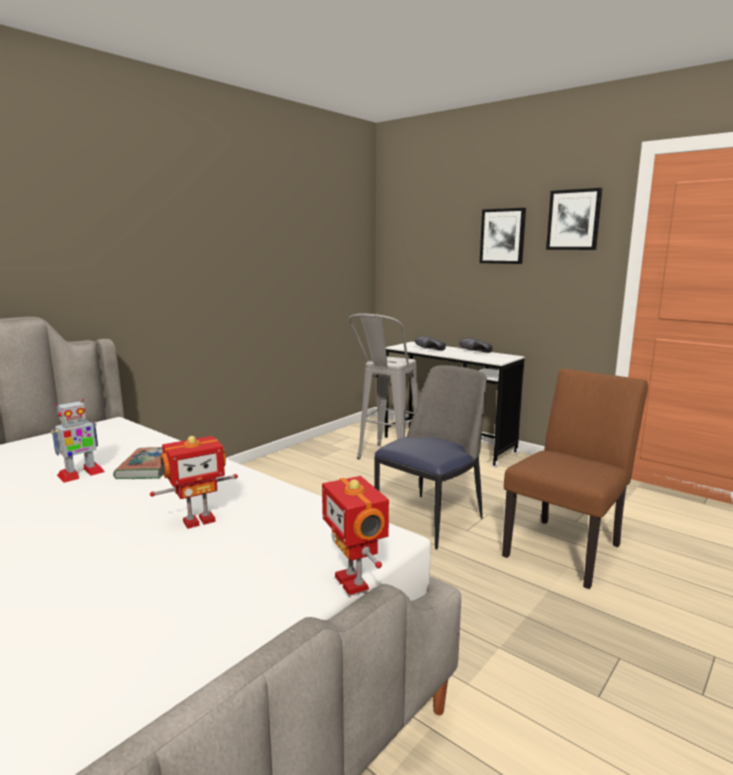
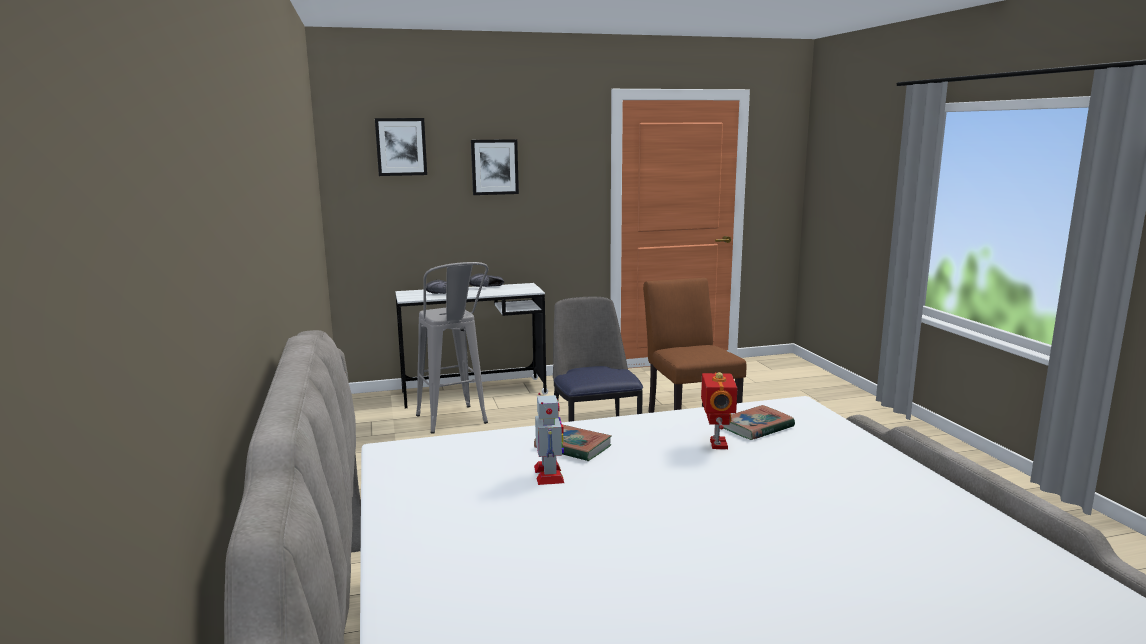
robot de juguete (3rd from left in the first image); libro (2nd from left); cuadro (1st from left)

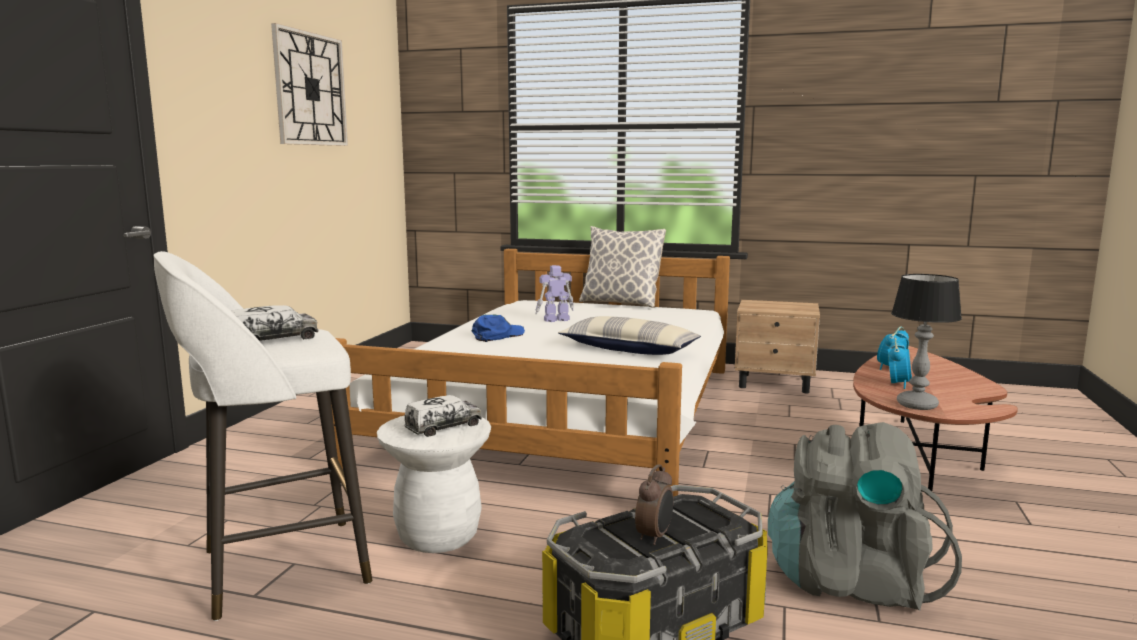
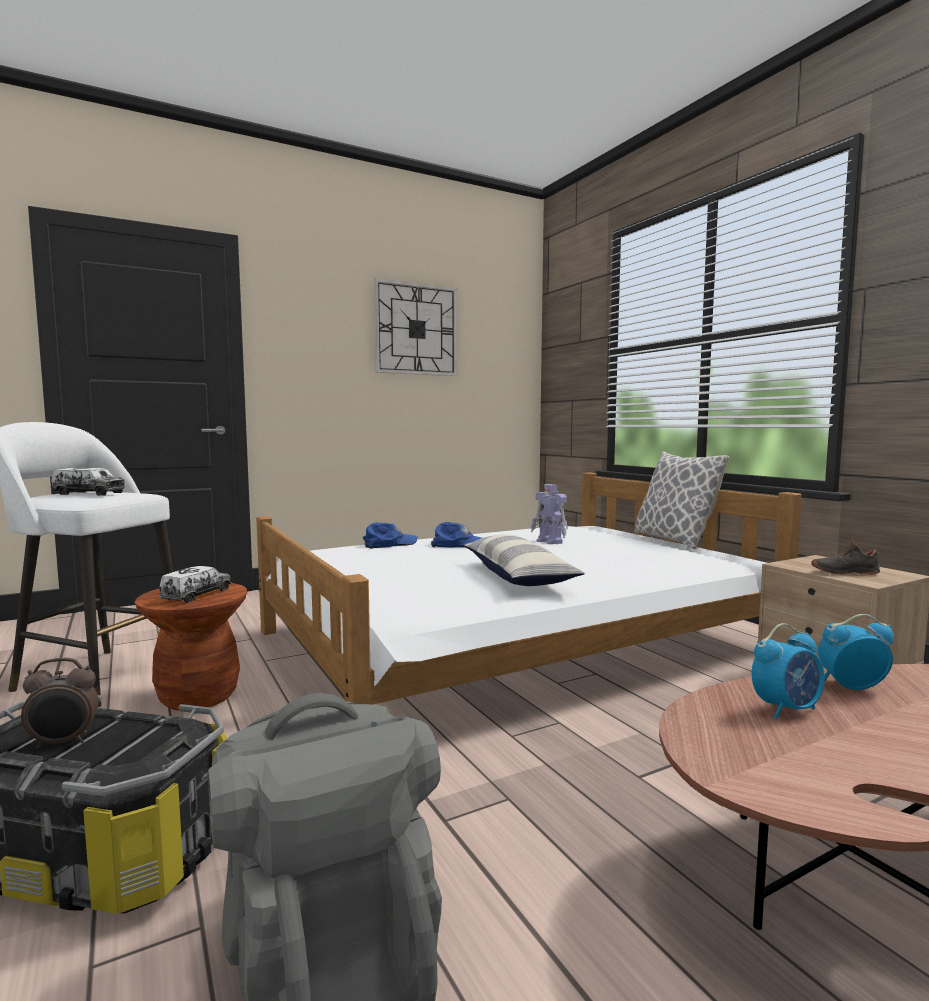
lámpara de mesa; gorra/azul (1st from left); zapato/negro; taburete/marrón; camión de juguete (2nd from left); robot de juguete

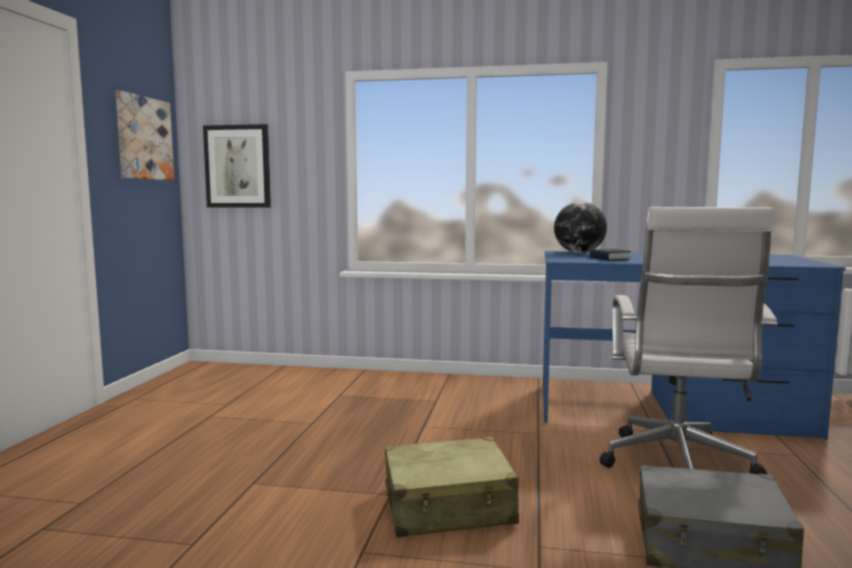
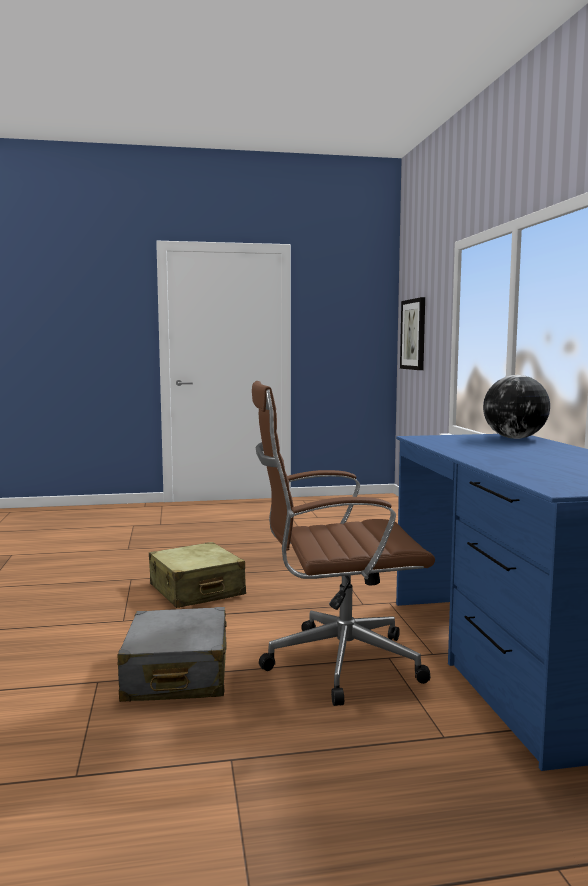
cuadro (1st from left in the first image); libro; silla de oficina/marrón

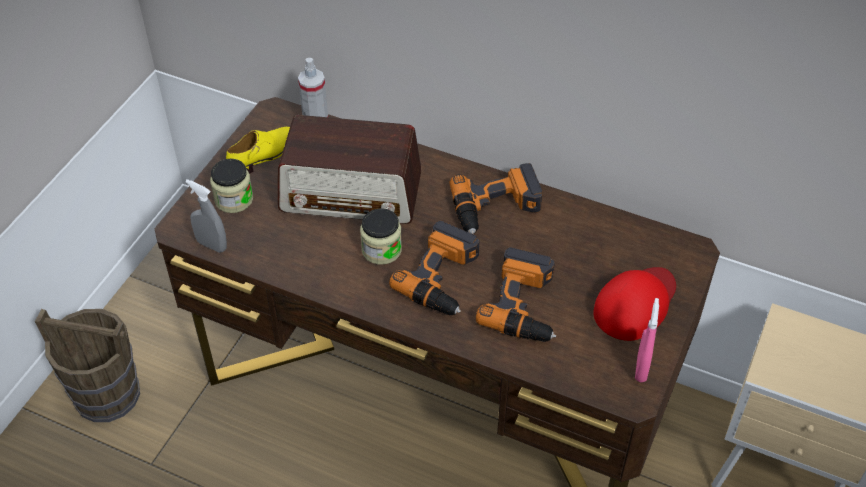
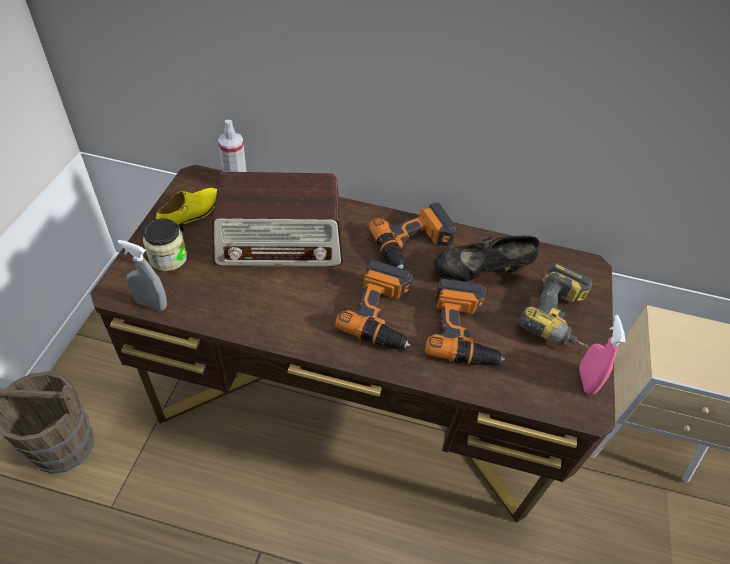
tarro (2nd from left in the first image); zapato/negro; taladro (4th from left)

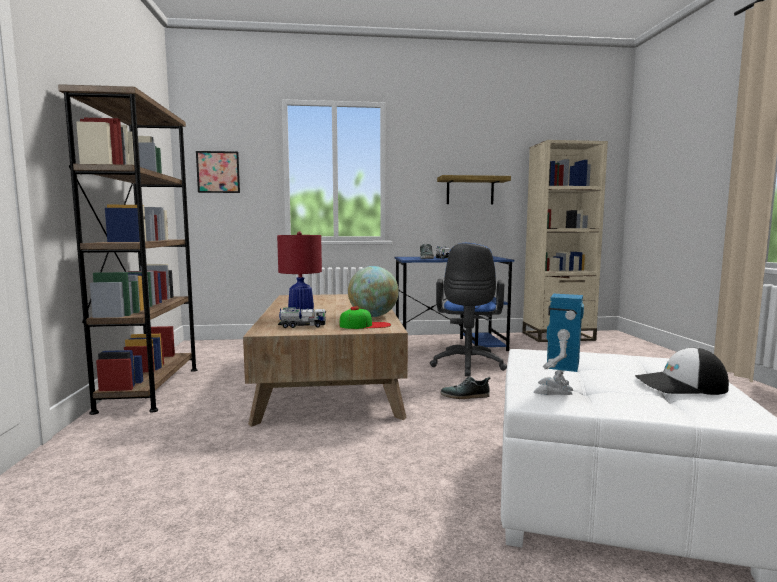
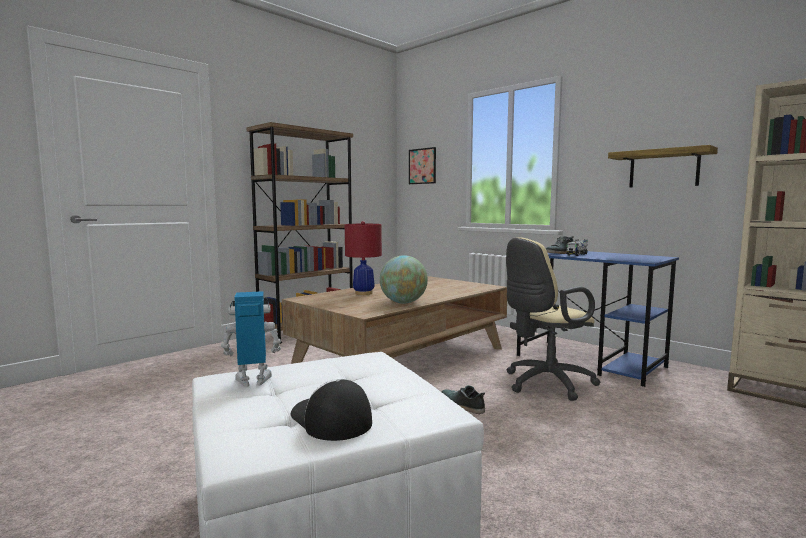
camión de juguete (1st from left in the first image); gorra (1st from left in the first image); silla de oficina/beis

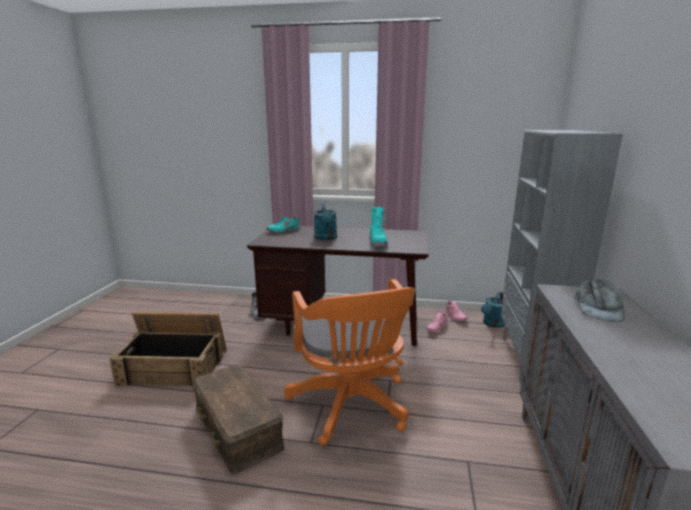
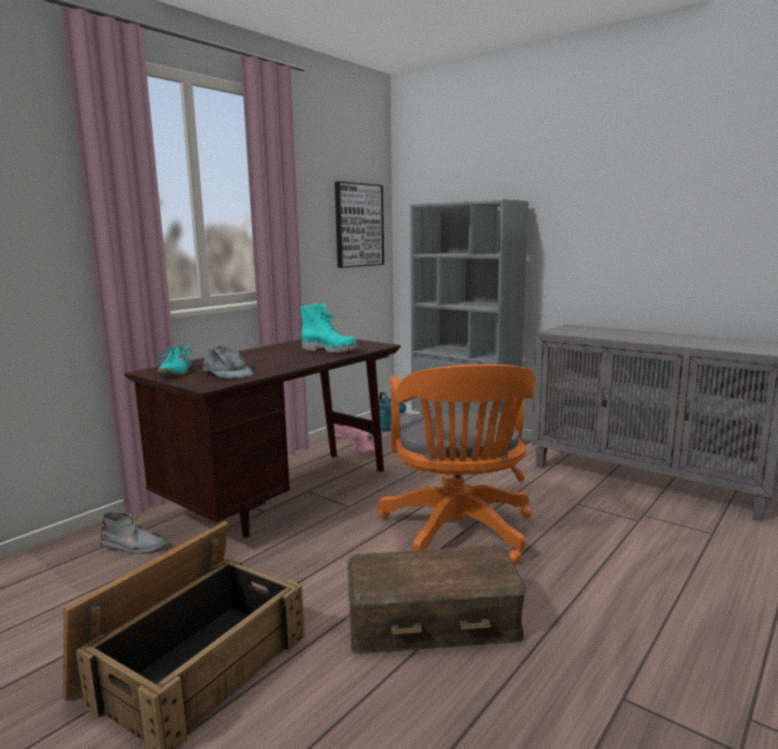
regadera/turquesa (1st from left in the first image); cuadro; gorra/gris; silla de oficina/naranja

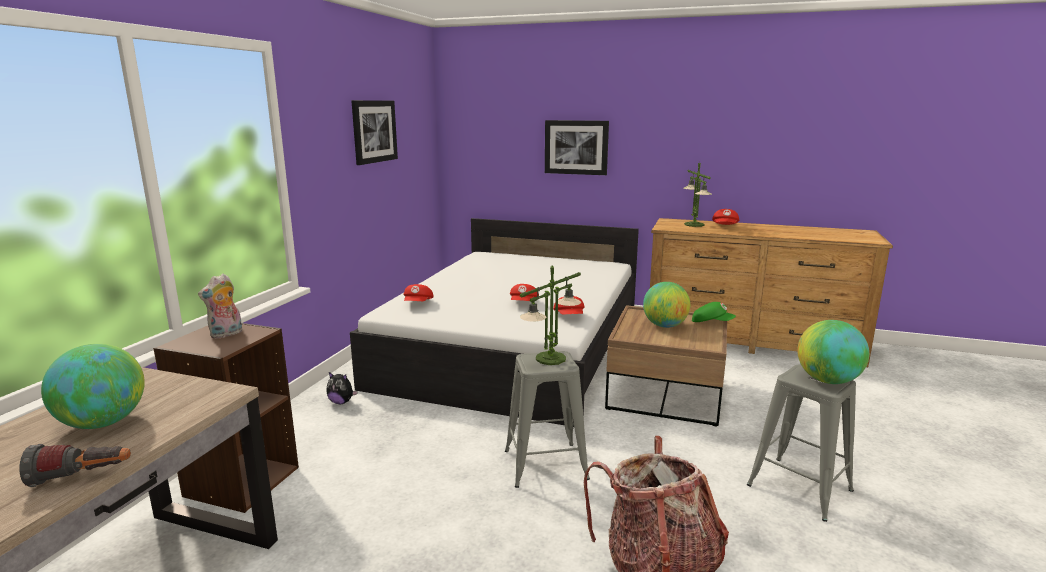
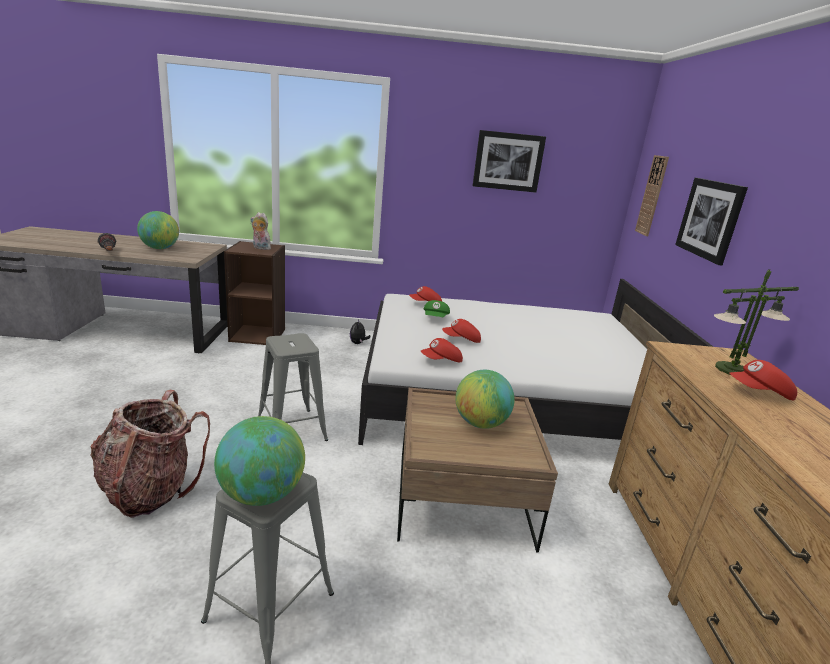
lámpara de mesa (1st from left in the first image); reloj de pared; gorra/verde

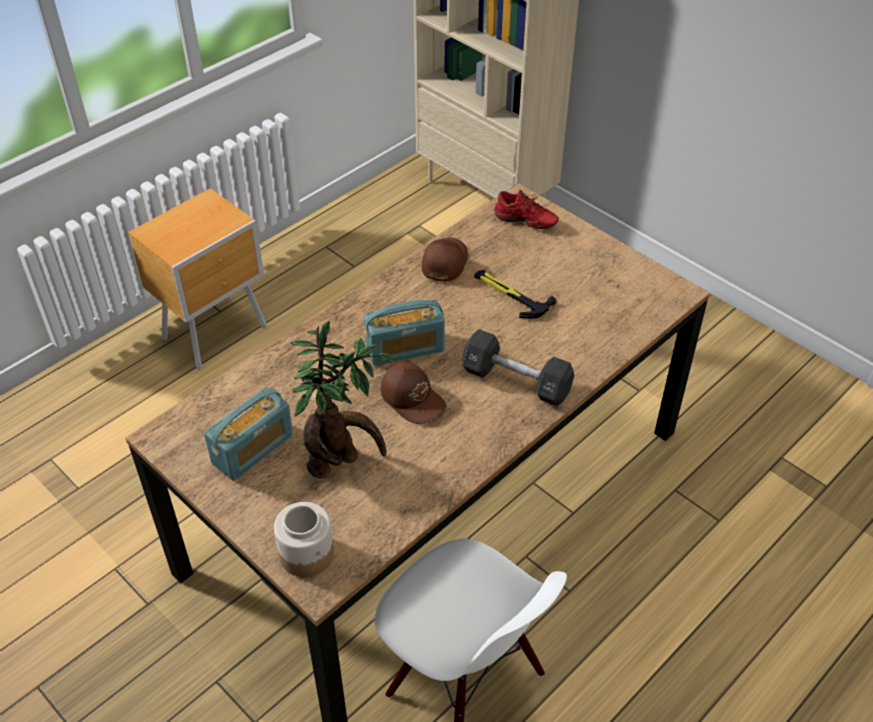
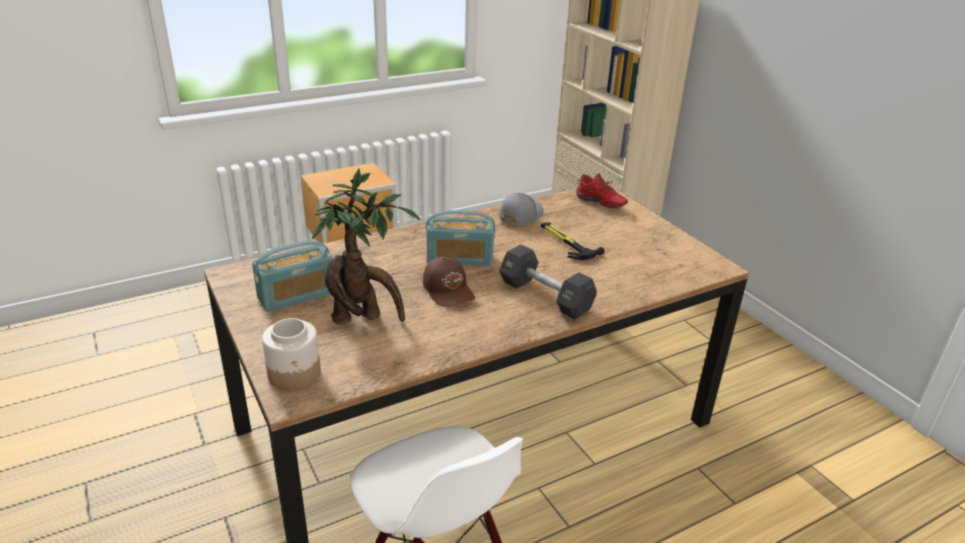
gorra/gris

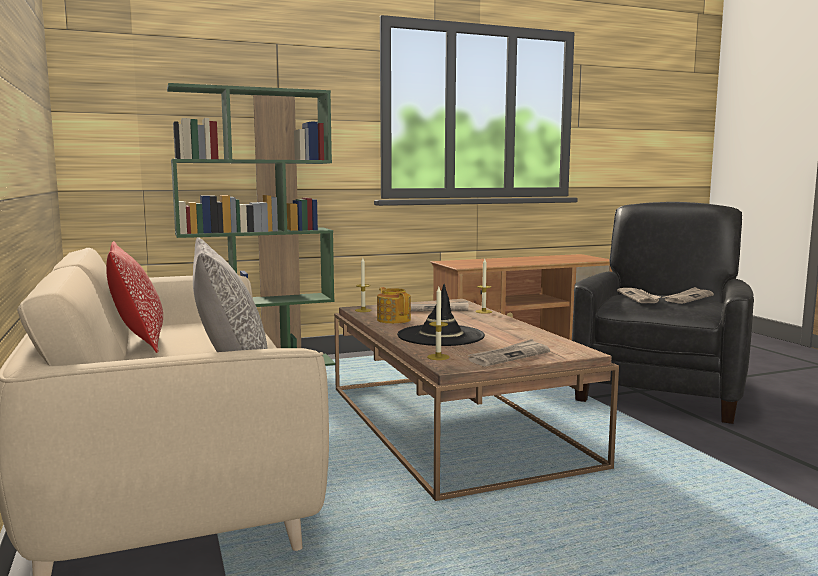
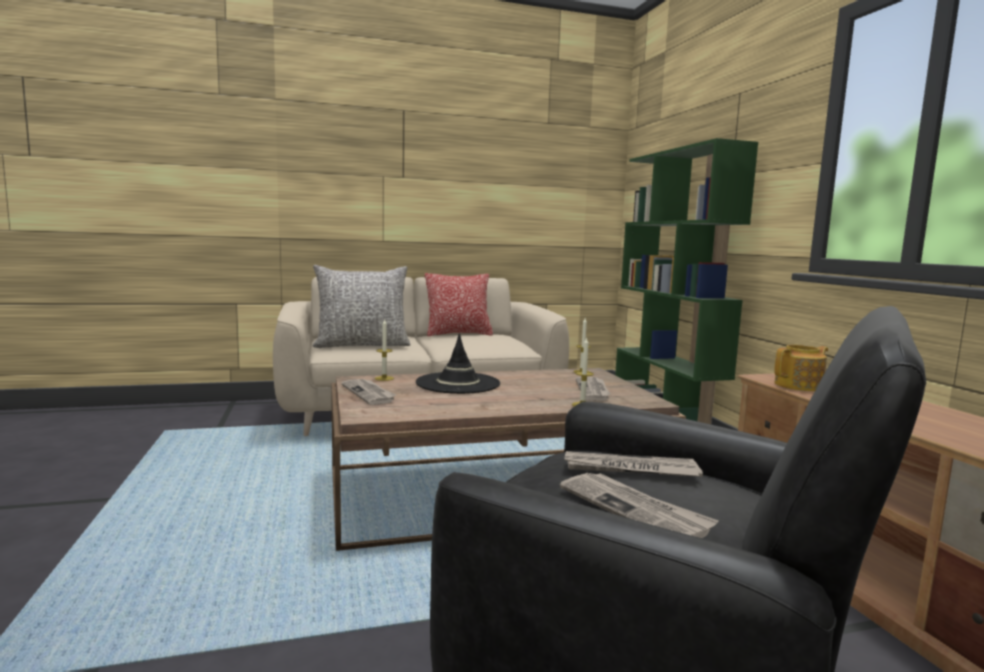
tetera

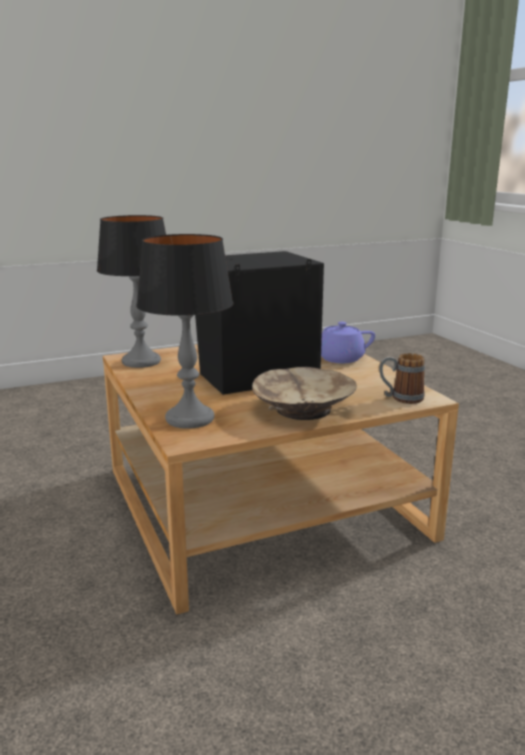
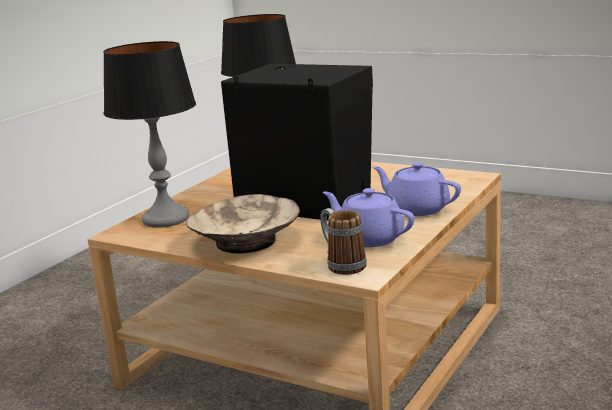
tetera/morado (1st from left)

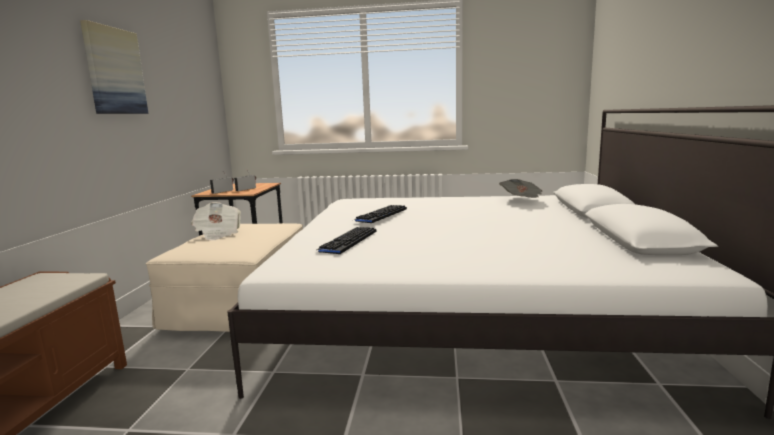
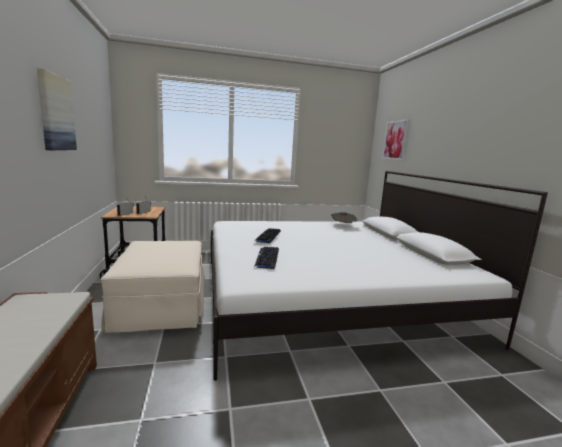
periódico (1st from left in the first image); cuadro (2nd from left)

